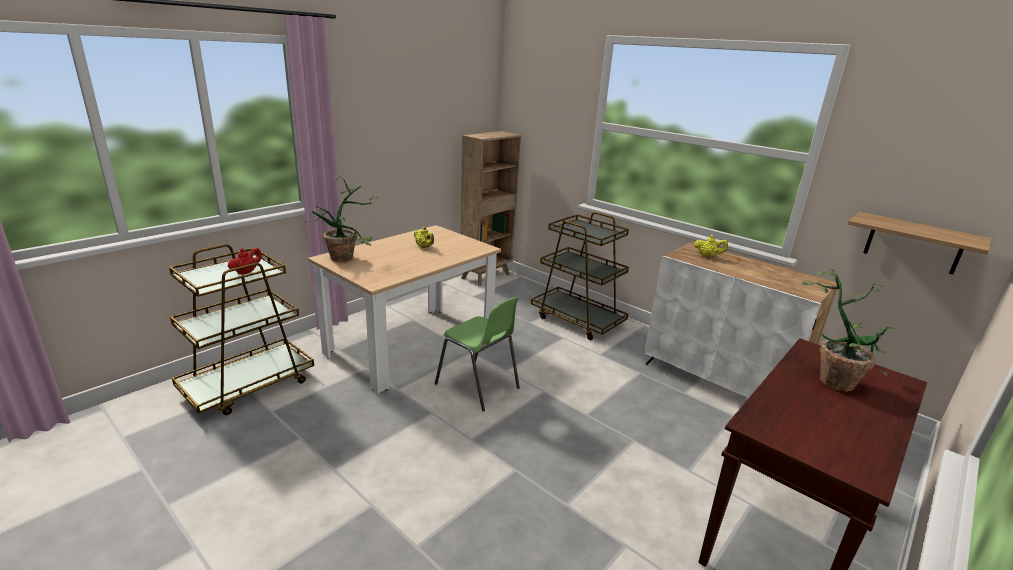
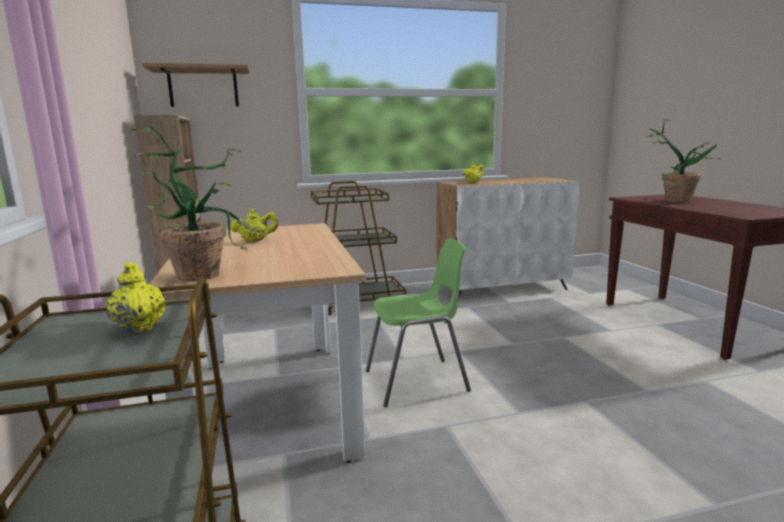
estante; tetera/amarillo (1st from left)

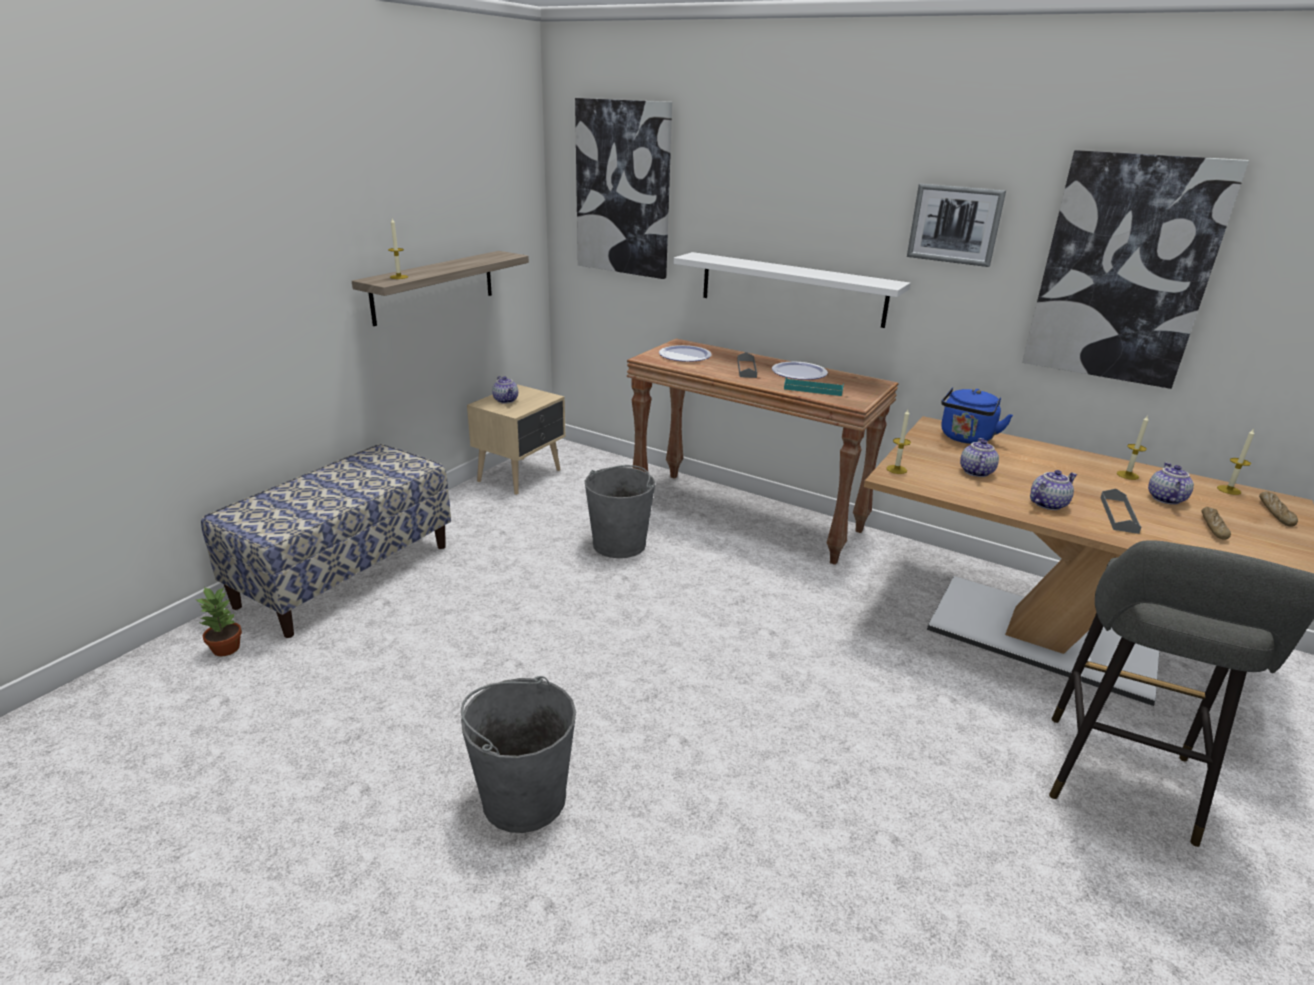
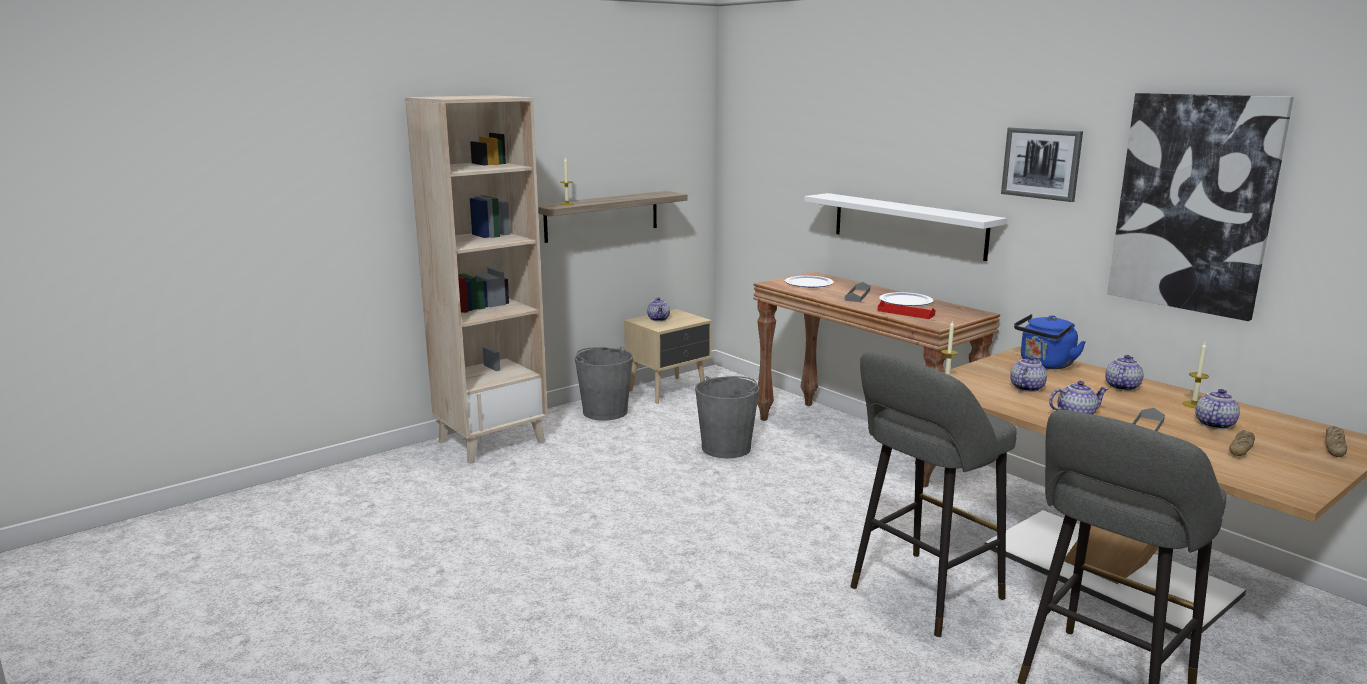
planta en maceta; cuadro (1st from left in the first image); vela (4th from left in the first image); taburete/gris (1st from left); tetera (4th from left); cubo/gris (1st from left); estantería/beis; bandeja/rojo

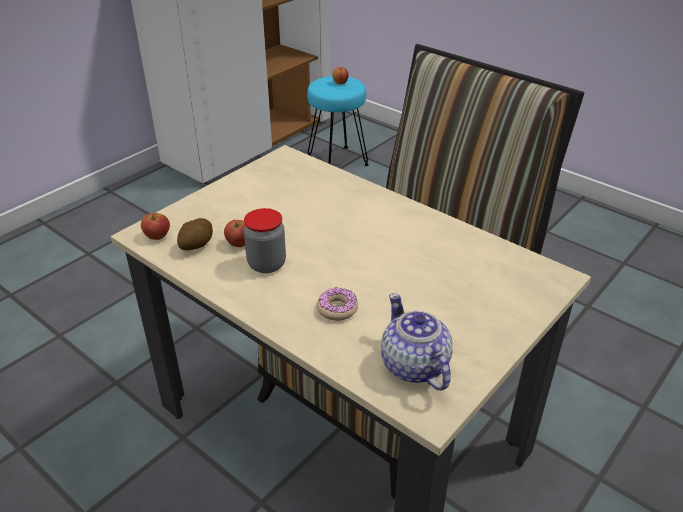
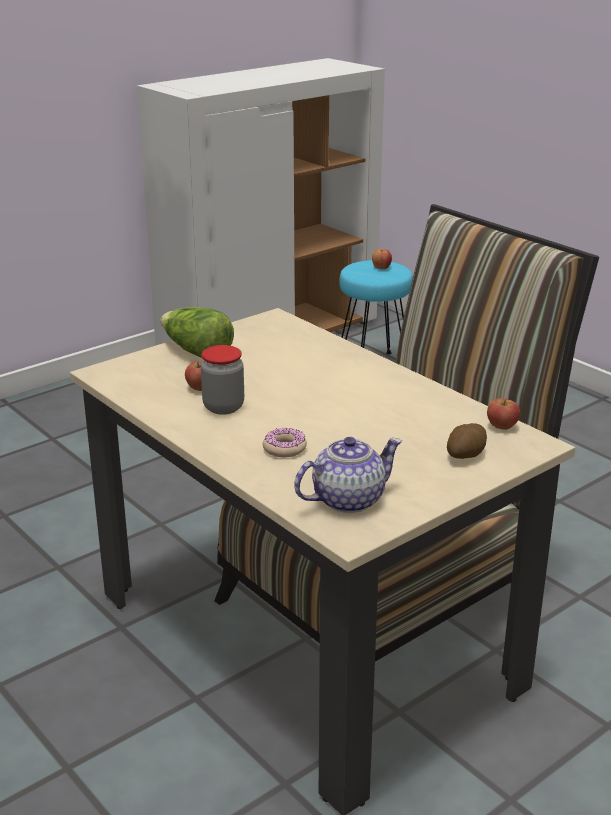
lechuga; manzana (3rd from left); patata; tetera

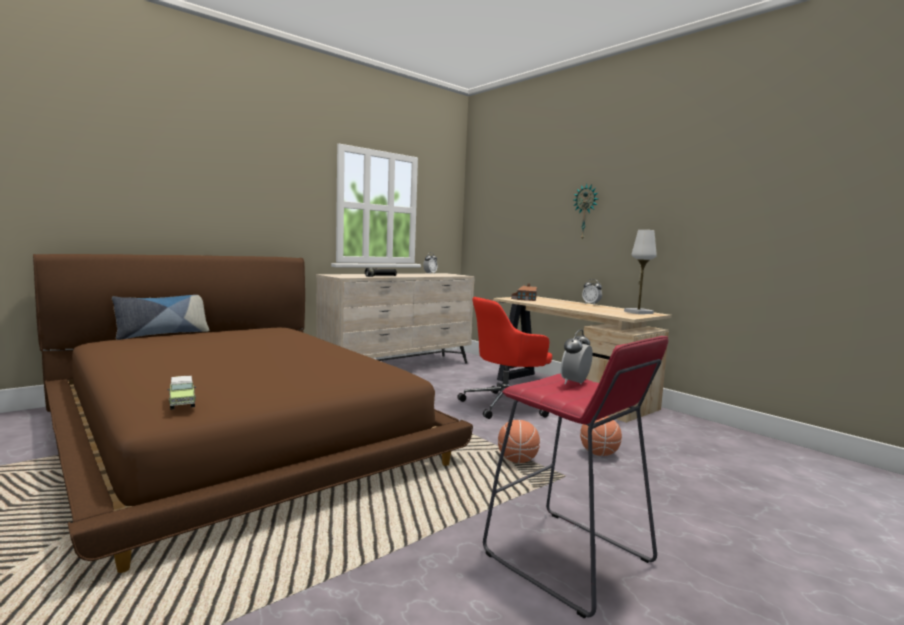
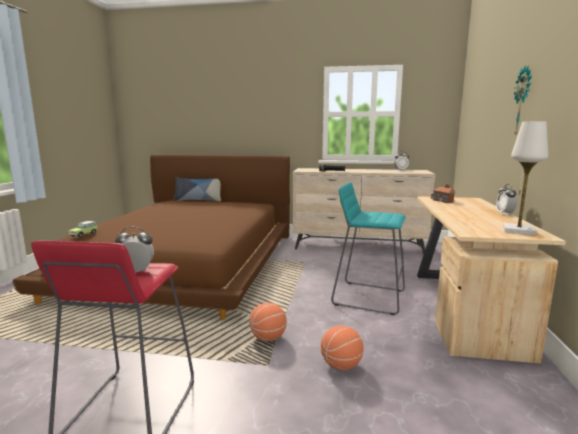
taburete/turquesa

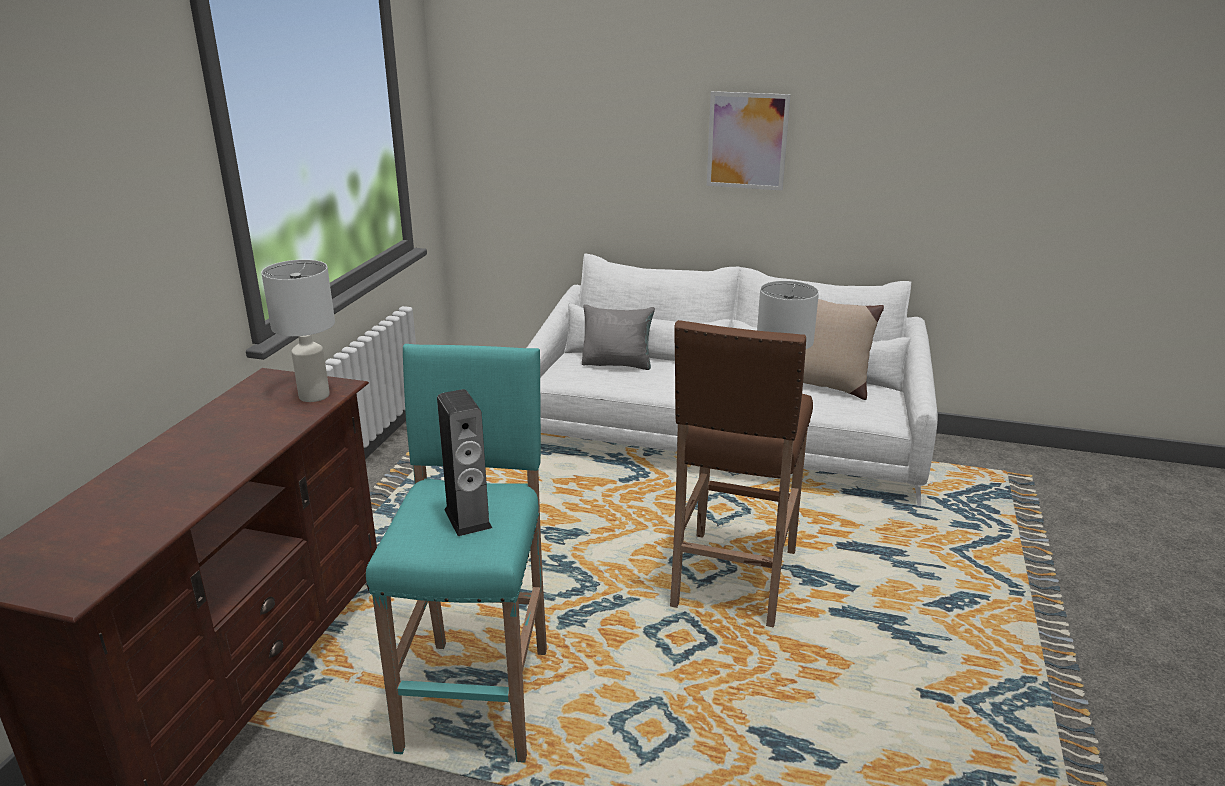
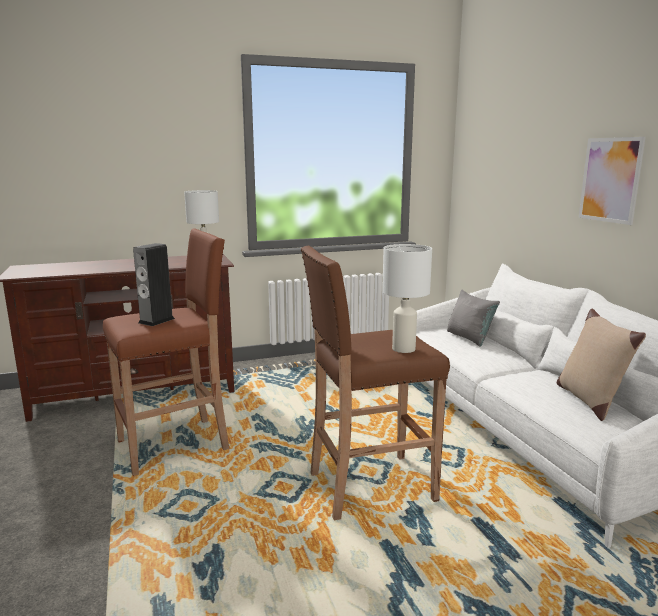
taburete/marrón (1st from left)

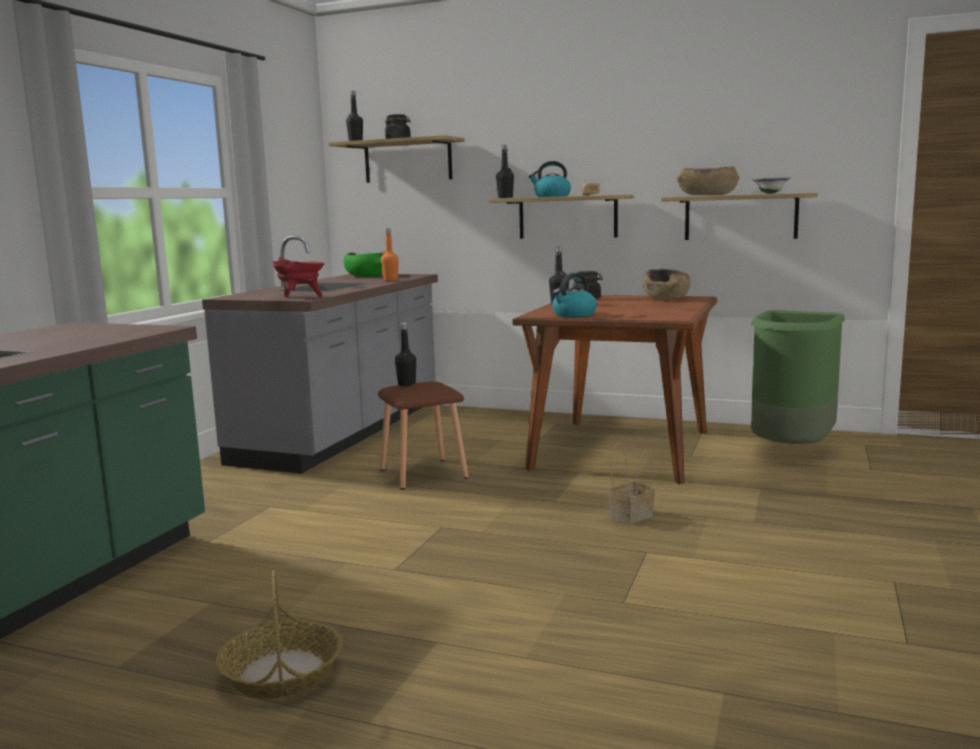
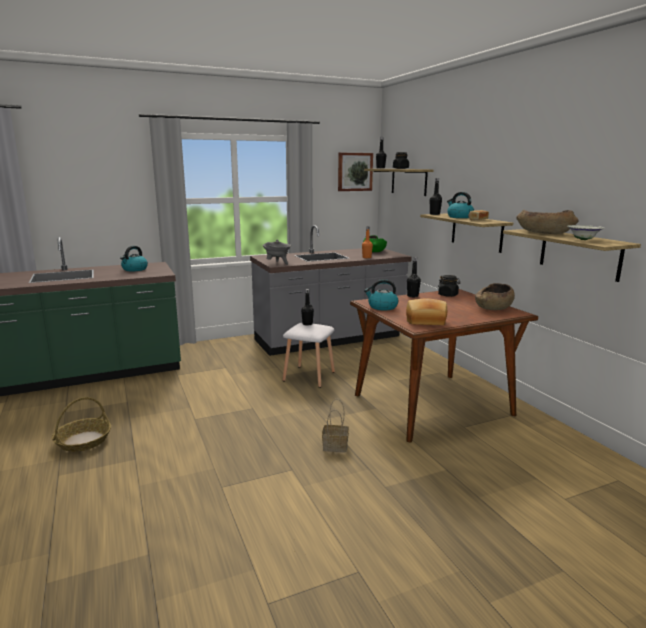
papelera/verde; hervidor (1st from left); cuadro; pan (1st from left); olla/gris; taburete/blanco

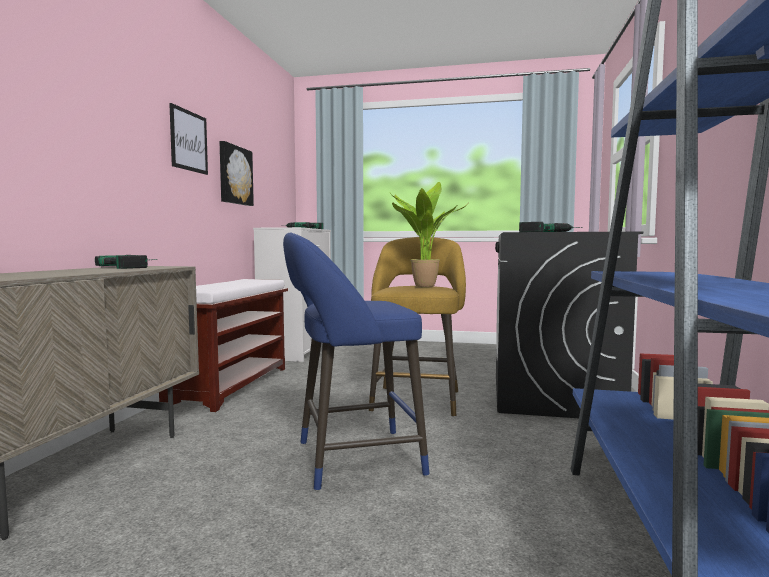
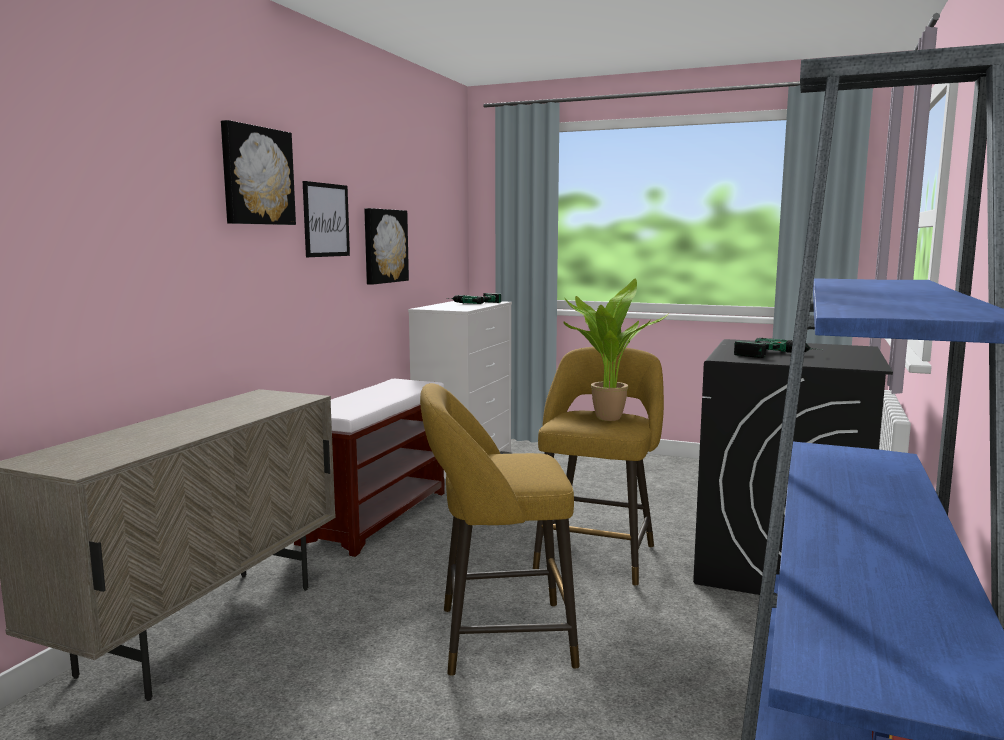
taladro (1st from left in the first image); cuadro (1st from left); taburete/amarillo (1st from left)

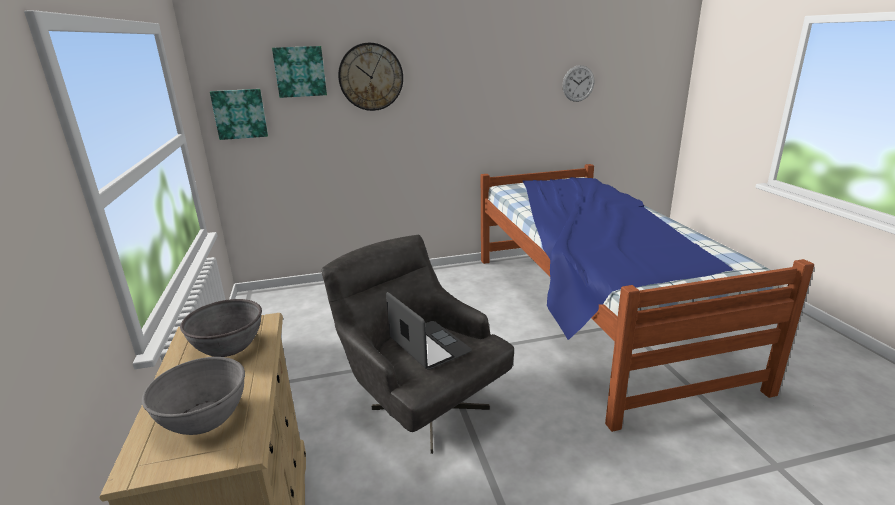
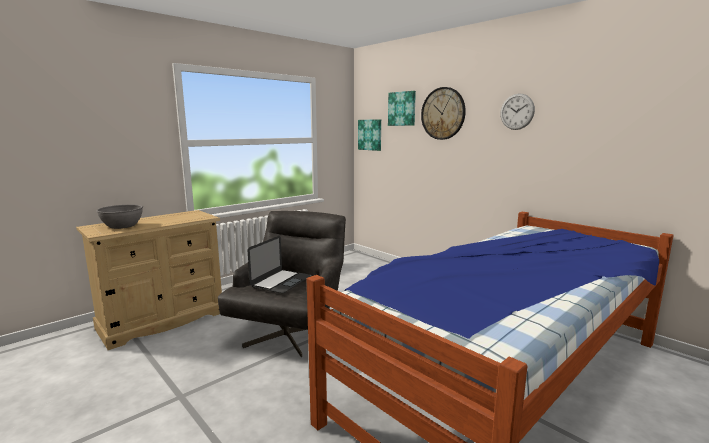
cuenco/gris (2nd from left in the first image); reloj de pared (2nd from left)

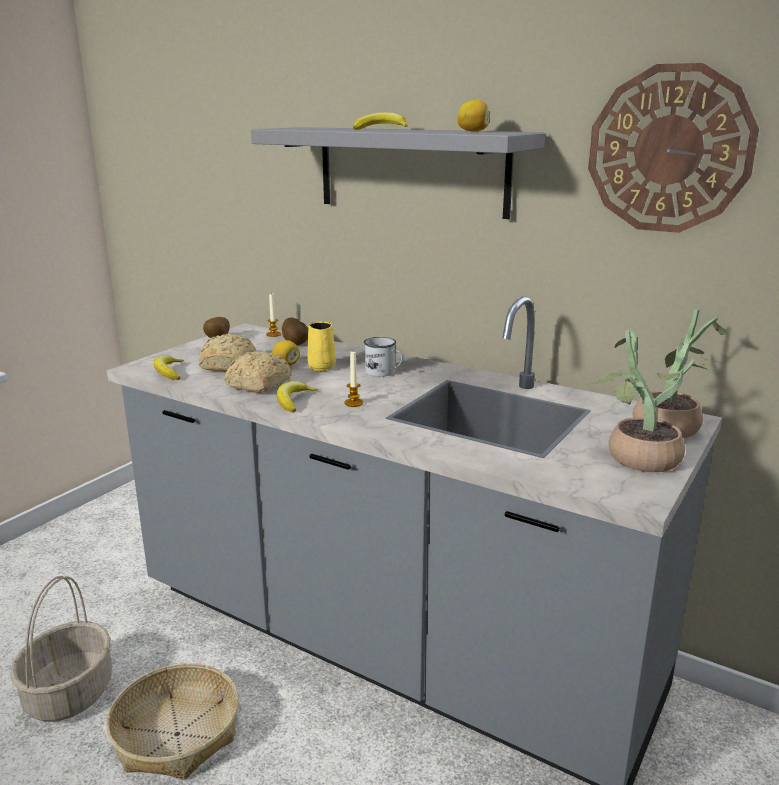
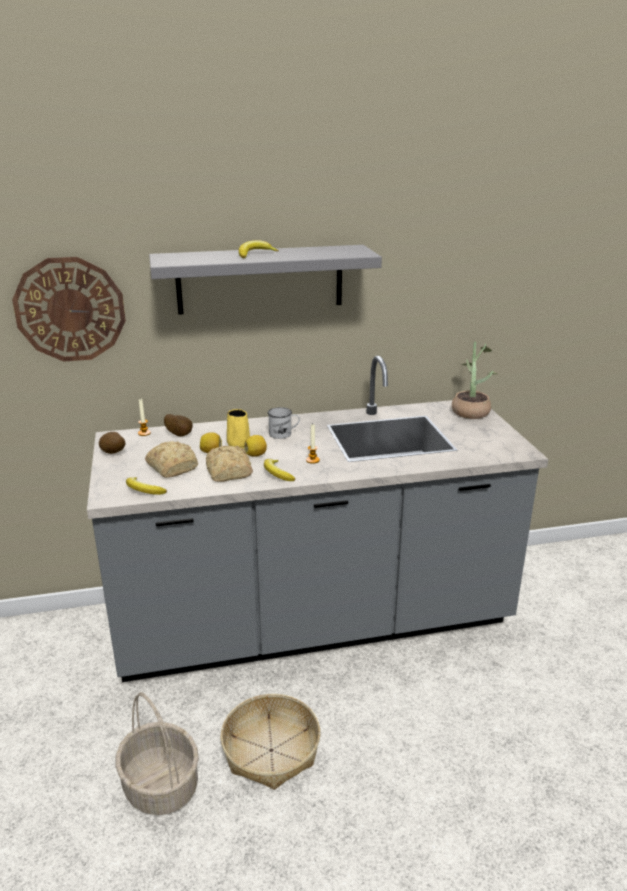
planta en maceta (1st from left in the first image); limón (2nd from left); reloj de pared

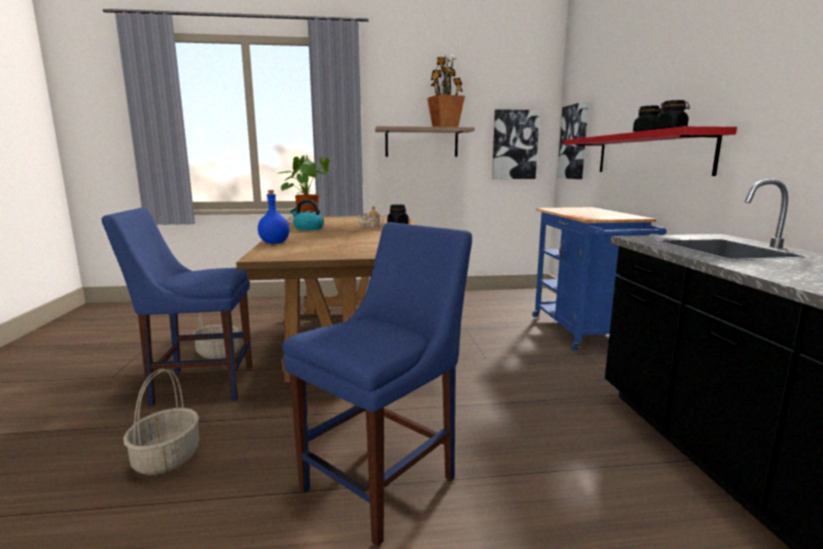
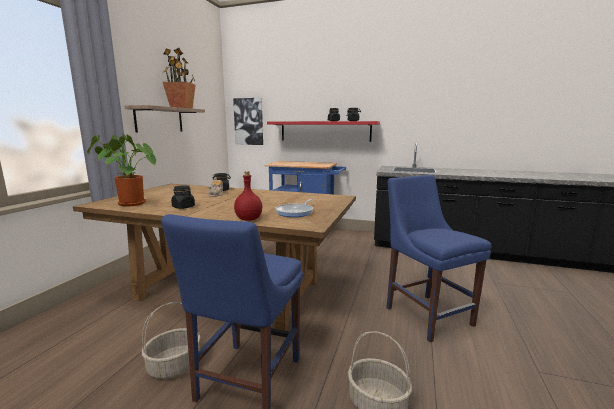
cuadro (1st from left in the first image); sartén; tarro/negro (1st from left); botella/rojo

